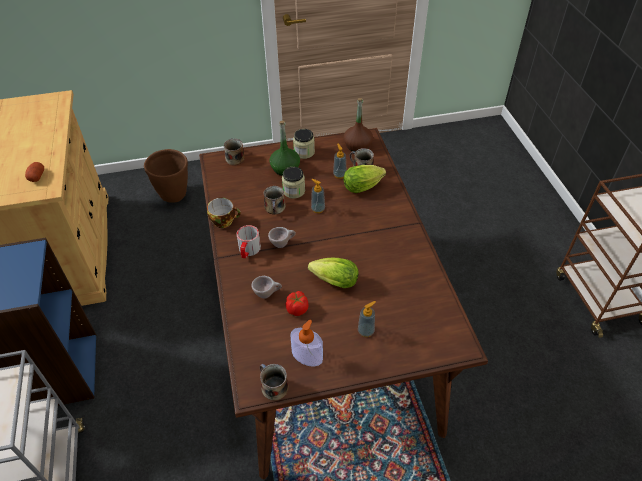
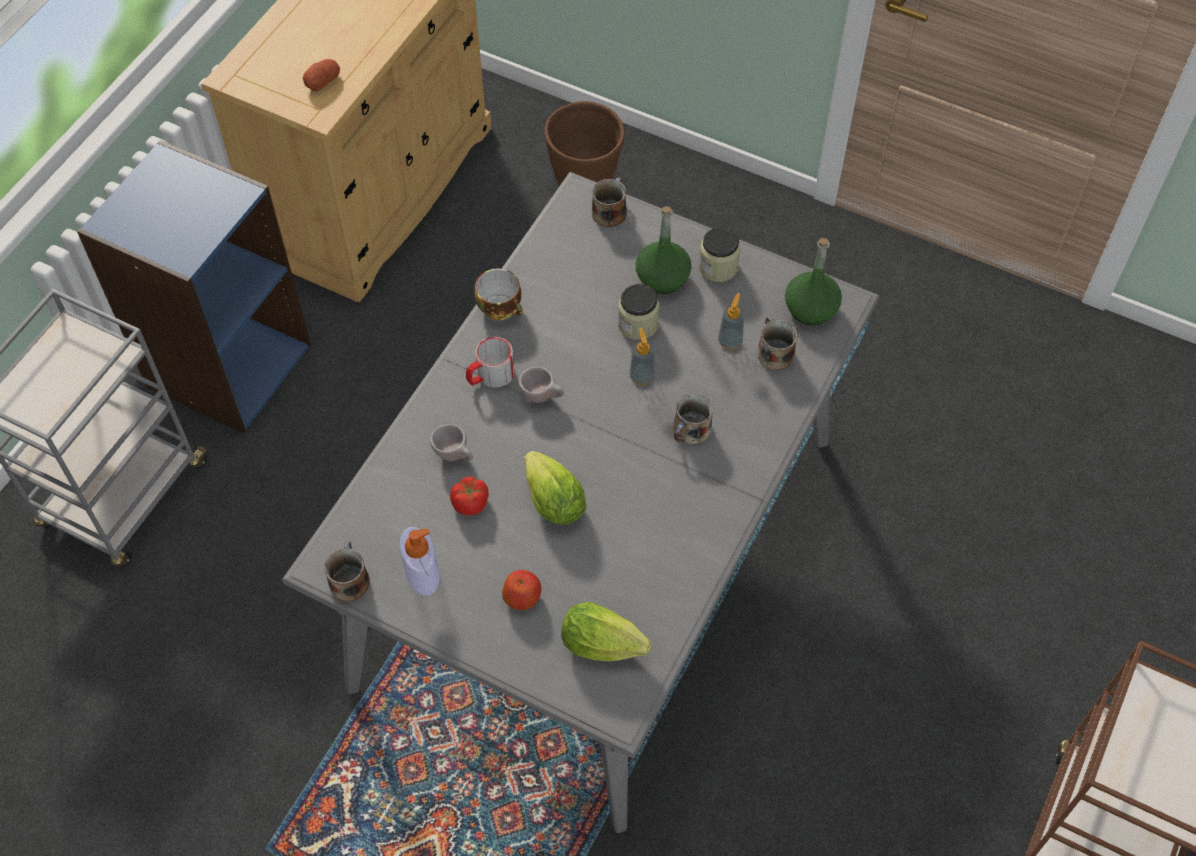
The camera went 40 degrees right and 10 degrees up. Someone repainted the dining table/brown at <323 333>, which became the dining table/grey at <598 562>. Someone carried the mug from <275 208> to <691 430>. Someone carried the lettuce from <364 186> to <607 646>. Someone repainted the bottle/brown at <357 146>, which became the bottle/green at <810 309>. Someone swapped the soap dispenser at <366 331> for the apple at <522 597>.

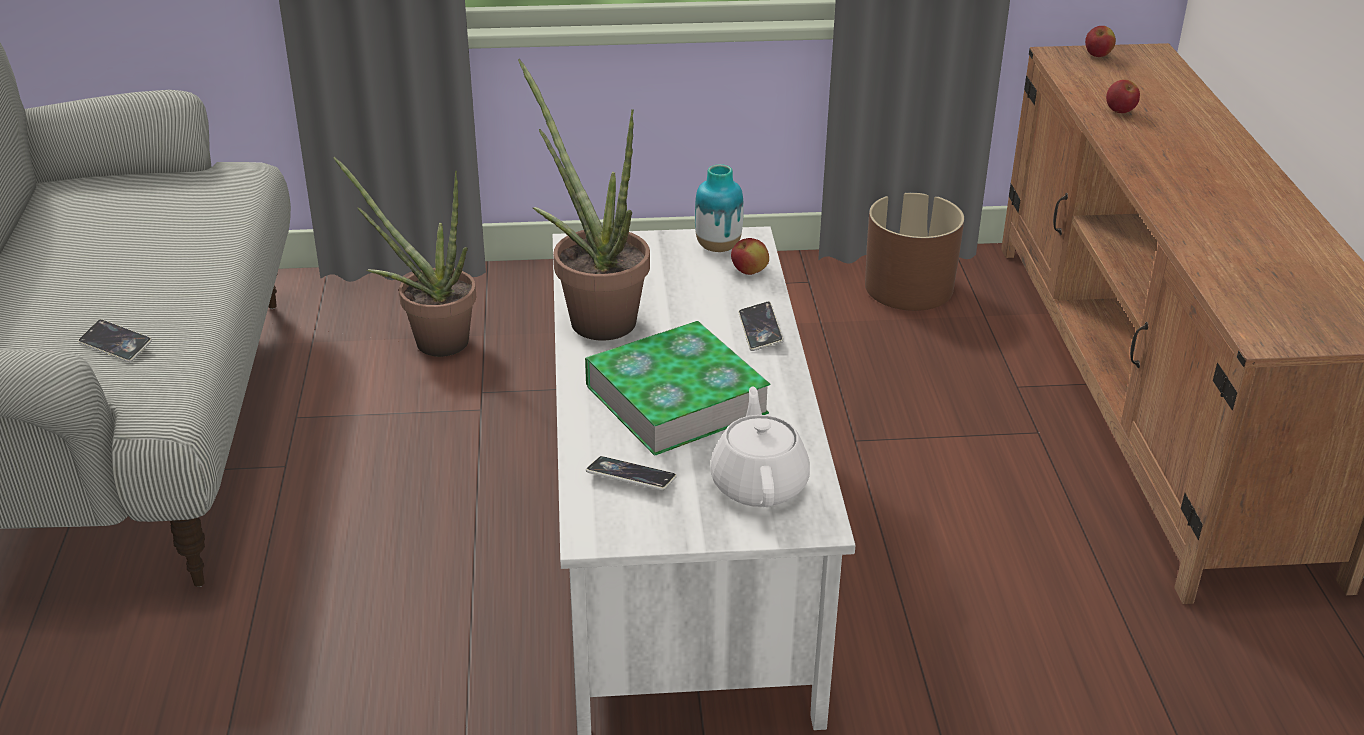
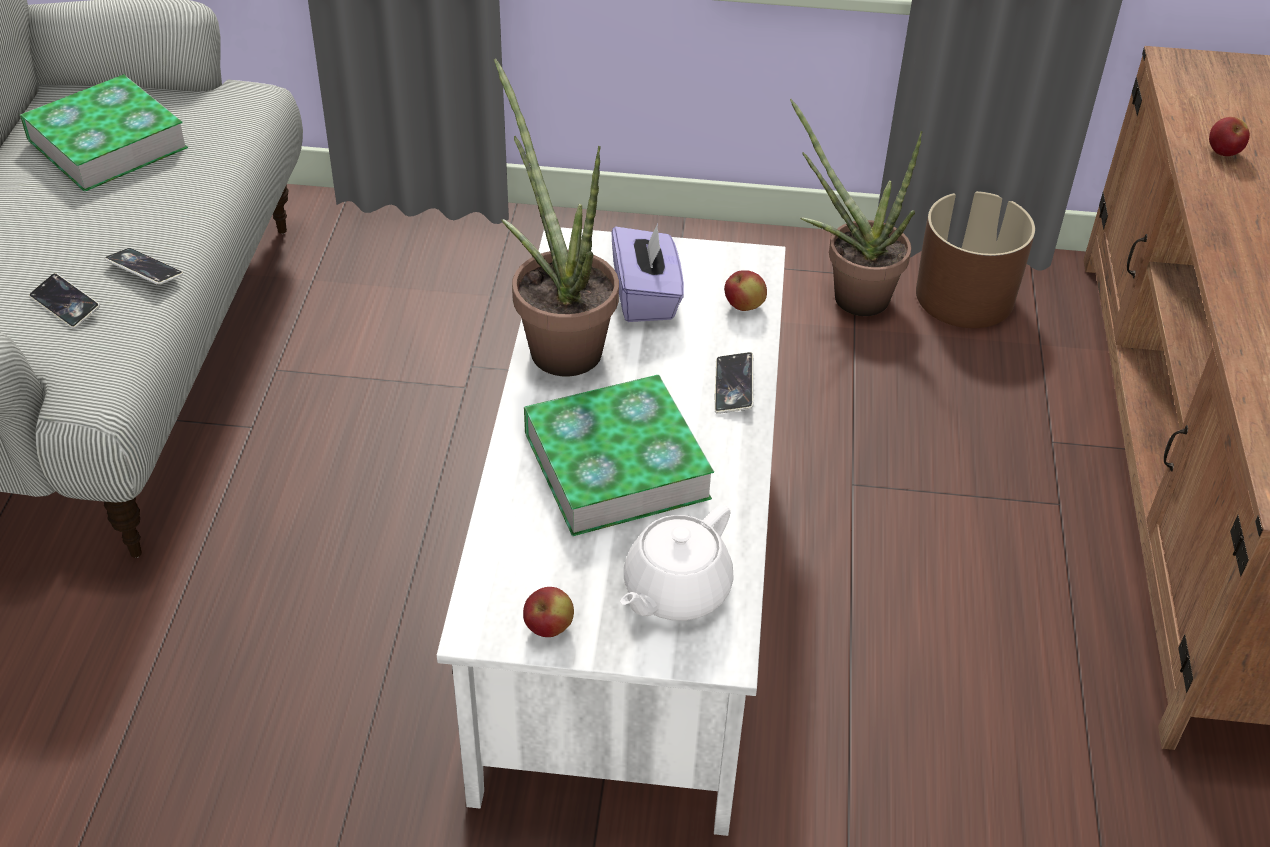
The camera went 10 degrees right and 10 degrees up. Someone carried the potted plant from <430 340> to <849 295>. Someone carried the phone from <631 478> to <145 270>. Someone took away the vase at <718 247>. Someone rotated the teapot/white at <759 483> by 150 degrees counterclockwise. Someone carried the apple from <1097 56> to <549 628>. Someone put down the book at <107 143>. Someone put down the tissue box/purple at <646 297>.

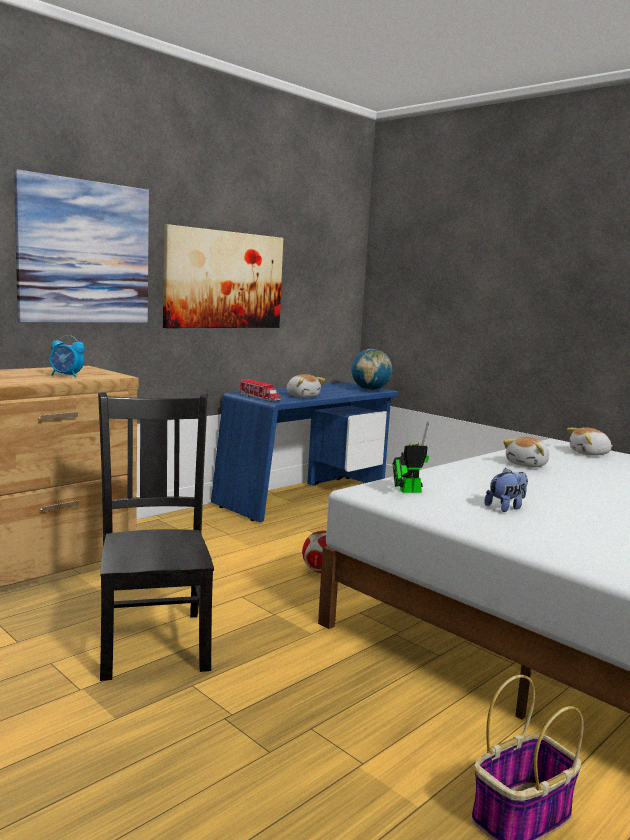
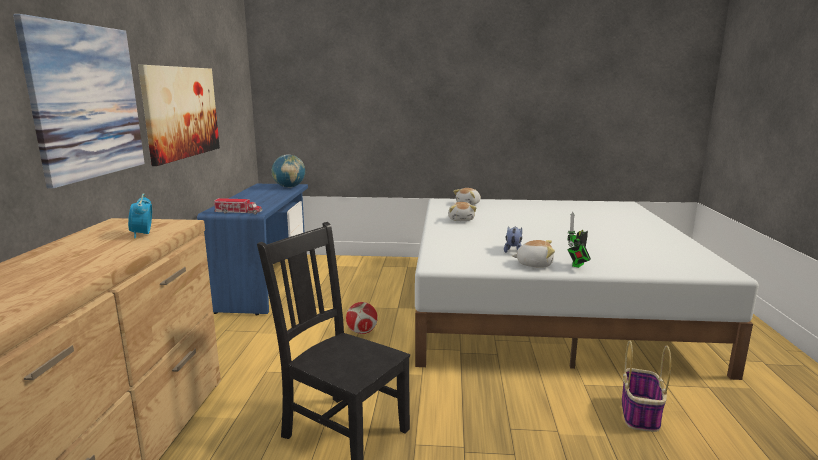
The camera went 40 degrees left and 5 degrees up. Someone rotated the alarm clock at <66 376> by 105 degrees clockwise. Someone carried the plush toy from <303 396> to <534 264>. Someone carried the toy robot from <407 491> to <577 265>.

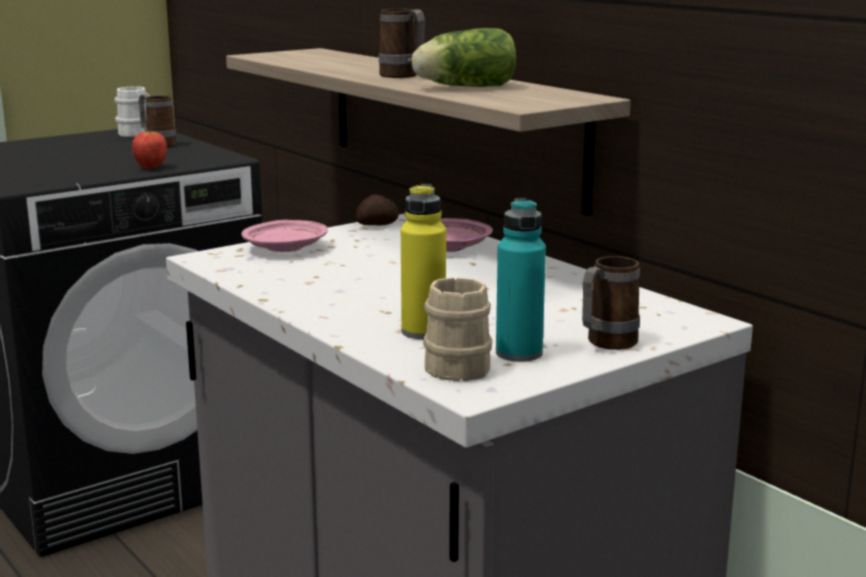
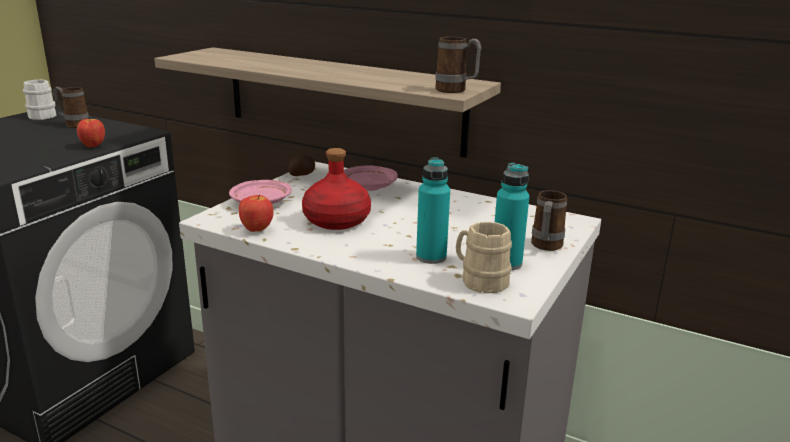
The camera went 25 degrees left and 5 degrees up. Someone carried the mug from <403 76> to <456 90>. Someone repainted the bottle/yellow at <423 332>, which became the bottle/turquoise at <431 257>. Someone took away the lettuce at <462 87>. Someone put down the apple at <257 230>. Someone put down the bottle/red at <337 220>.

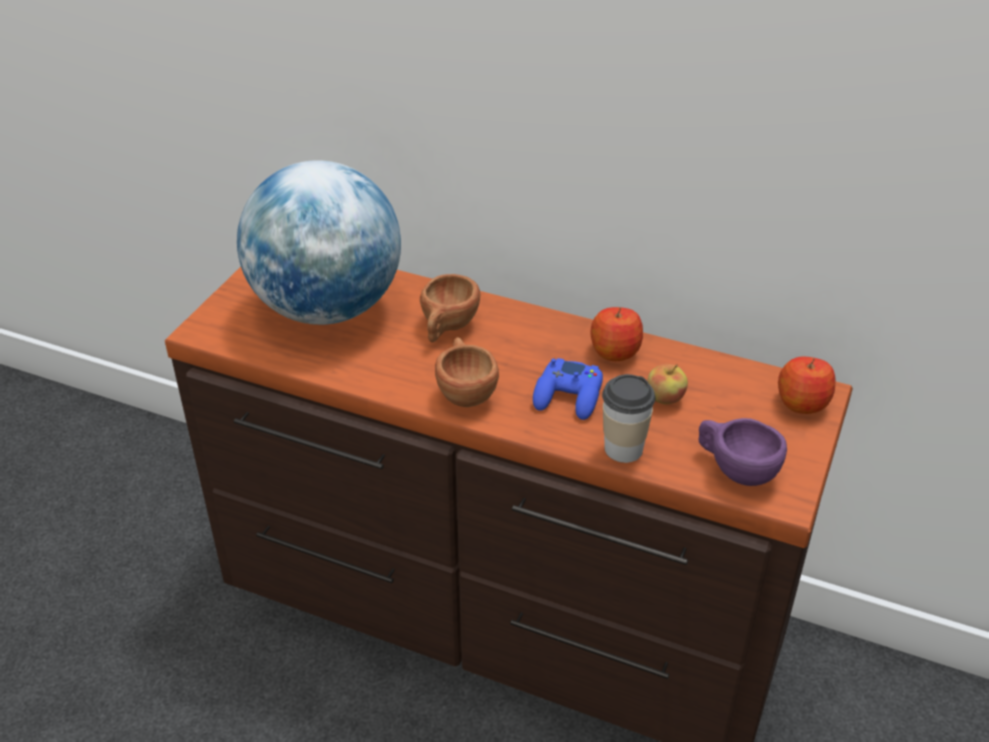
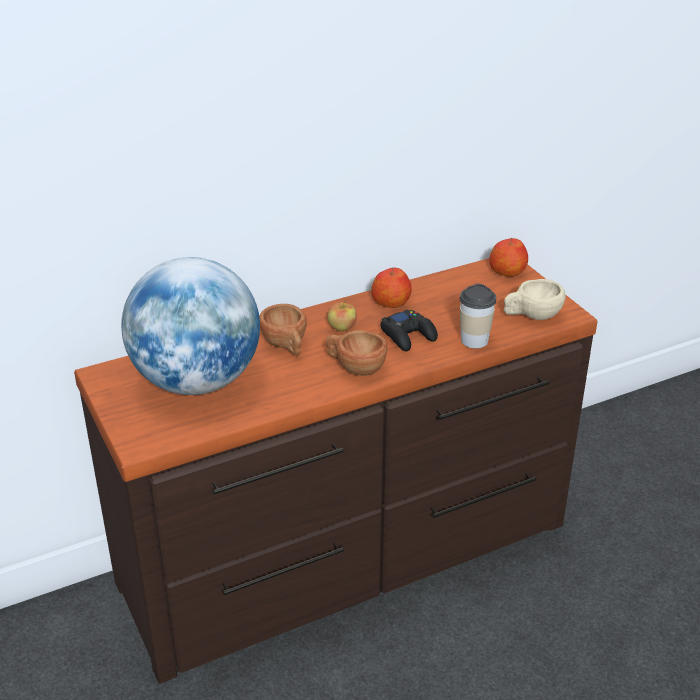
The camera went 50 degrees left and 5 degrees down. Someone repainted the game controller/blue at <569 396>, which became the game controller/black at <408 335>. Someone carried the apple from <665 398> to <342 328>. Someone repainted the cup/purple at <735 469>, which became the cup/beige at <531 316>.

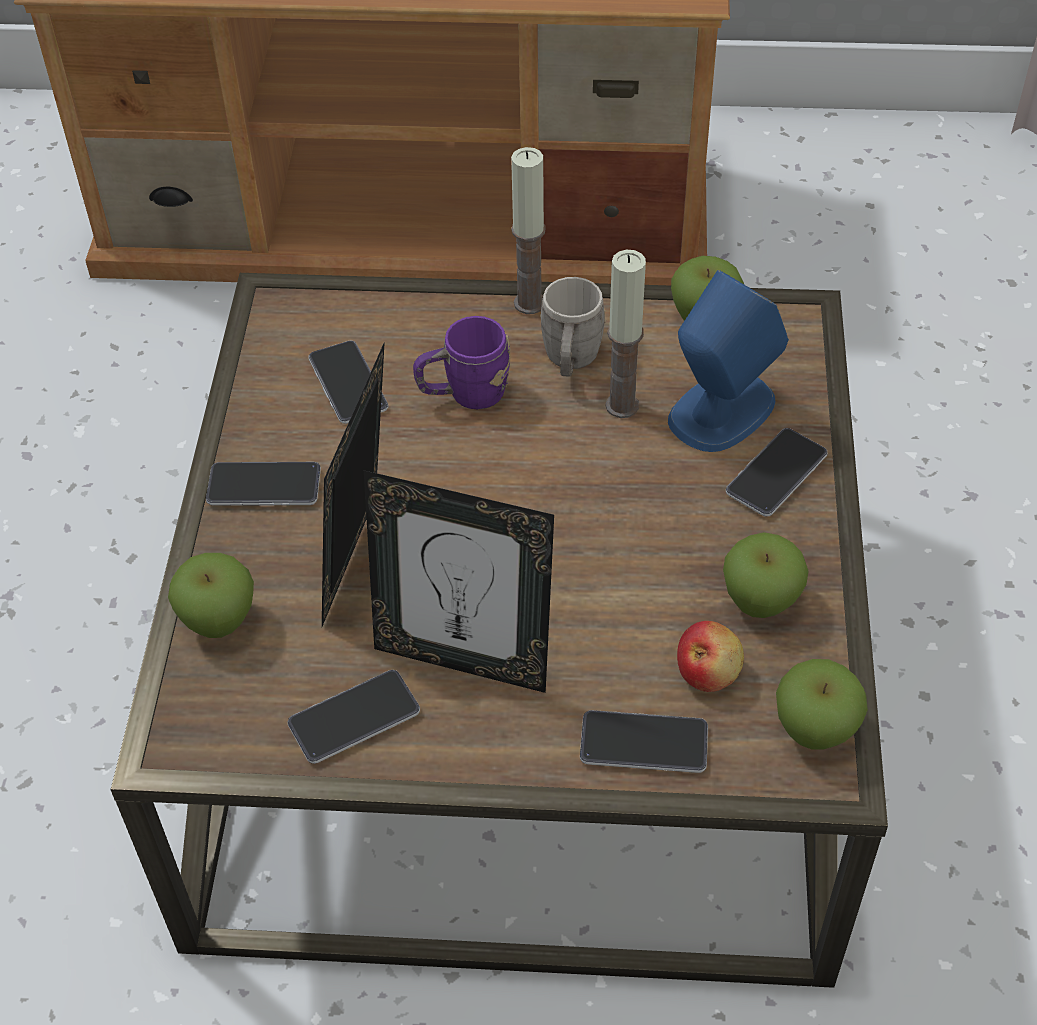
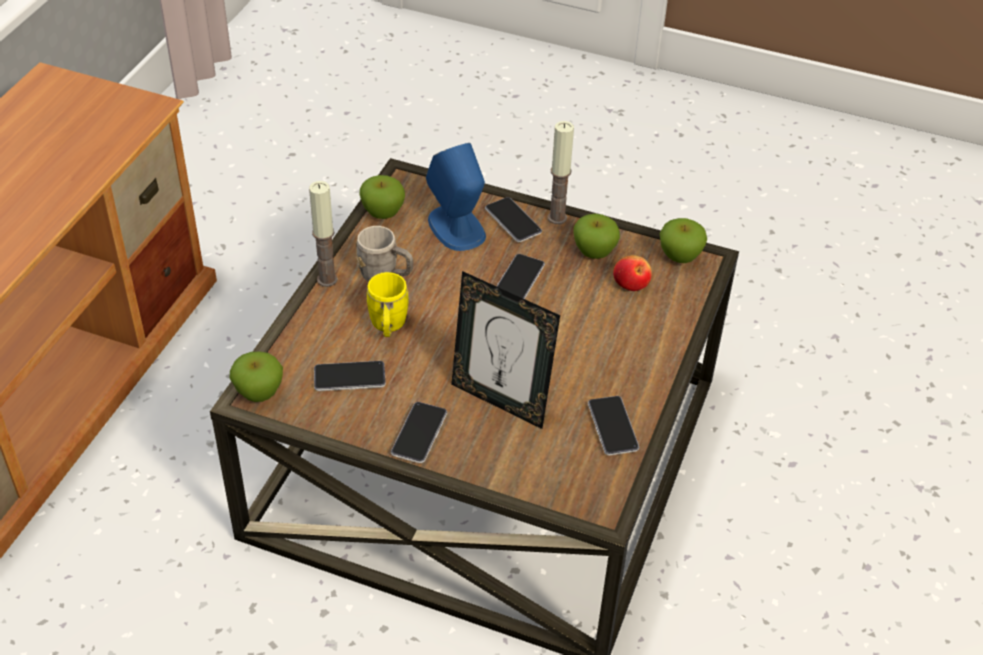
The camera went 75 degrees left and 5 degrees down. Someone carried the apple from <219 620> to <259 393>. Someone took away the picture frame at <463 658>. Someone repainted the mug/purple at <464 394>, which became the mug/yellow at <388 327>. Someone carried the phone from <644 743> to <518 280>. Someone carried the candle from <622 406> to <557 218>.

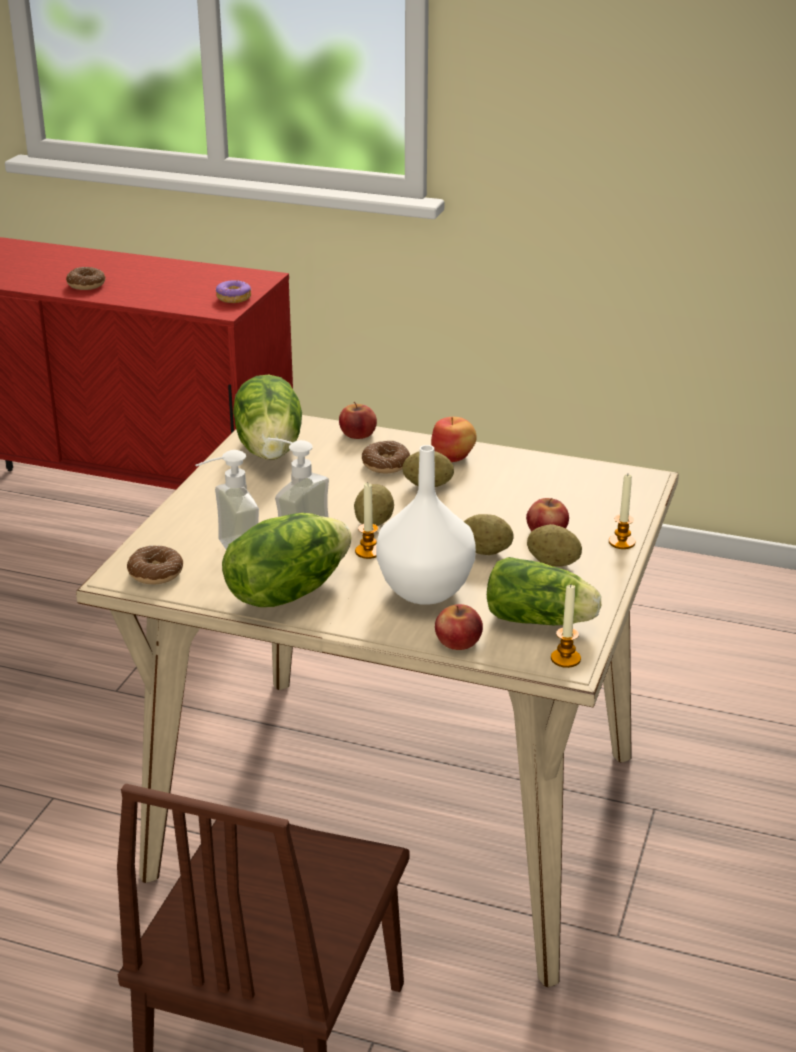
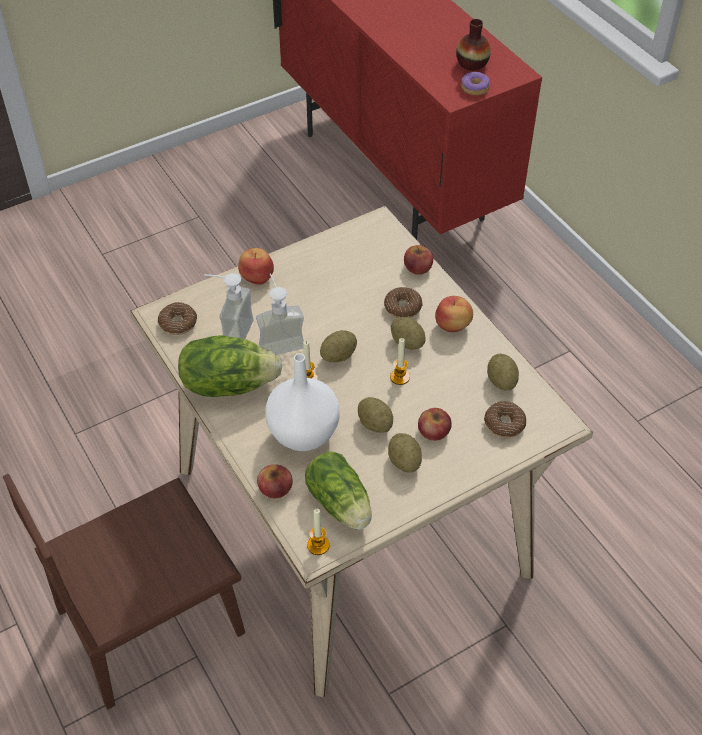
The camera went 40 degrees right and 20 degrees up. Someone carried the donut from <86 285> to <504 424>. Someone took away the lettuce at <271 449>. Someone carried the candle from <621 542> to <399 377>. Someone put down the apple at <257 276>. Someone put down the vase at <472 63>. Someone put down the potato at <501 381>.

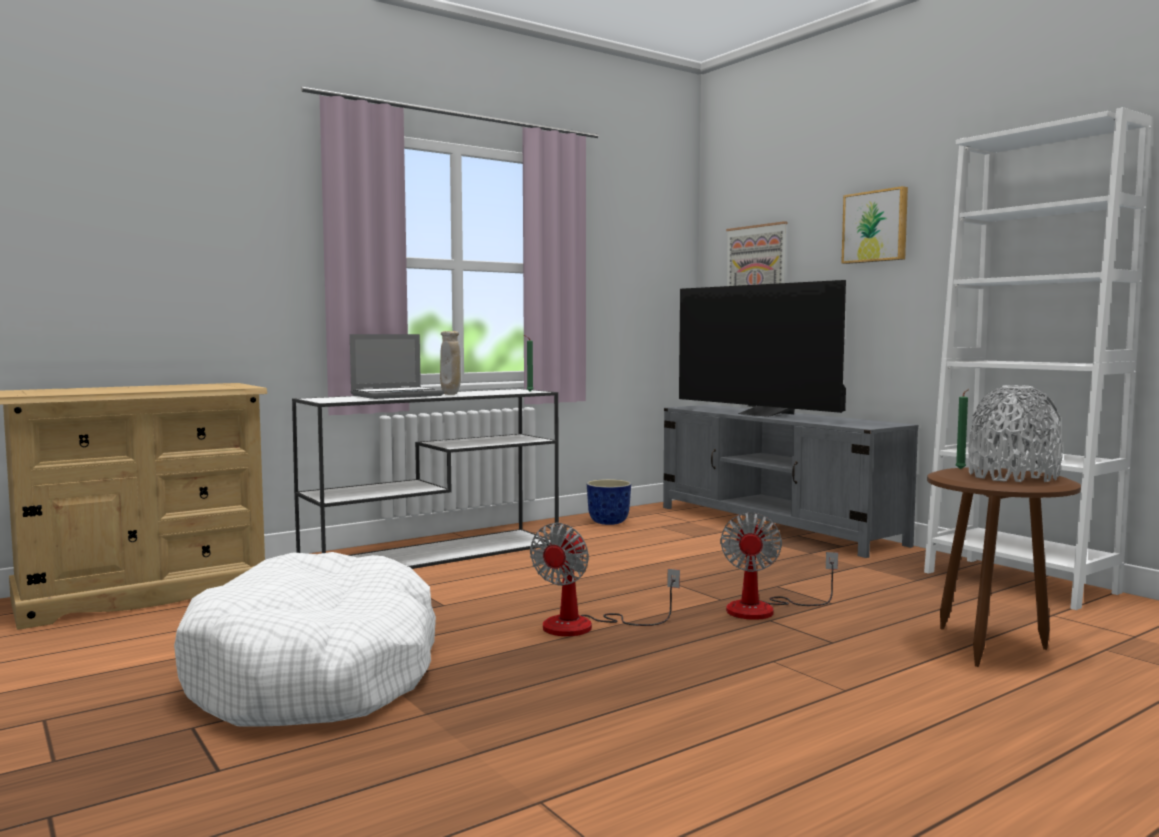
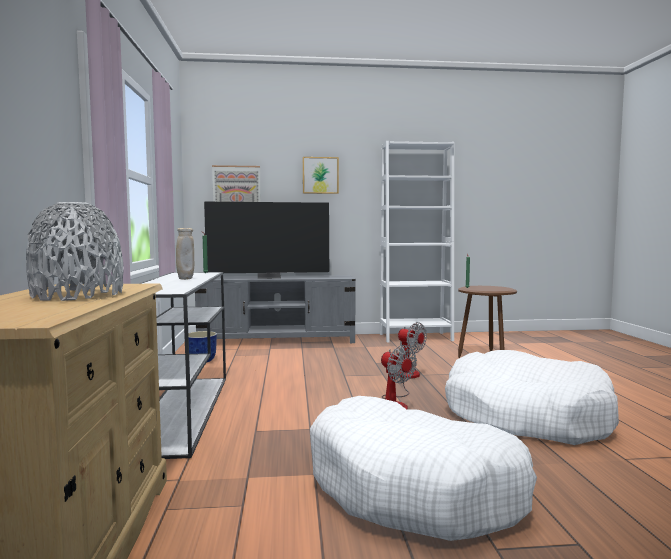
The camera went 60 degrees left and 0 degrees up. Someone took away the laptop at <397 395>. Someone carried the vase/grey from <1012 476> to <78 295>. Someone put down the dog bed/white at <525 415>.

